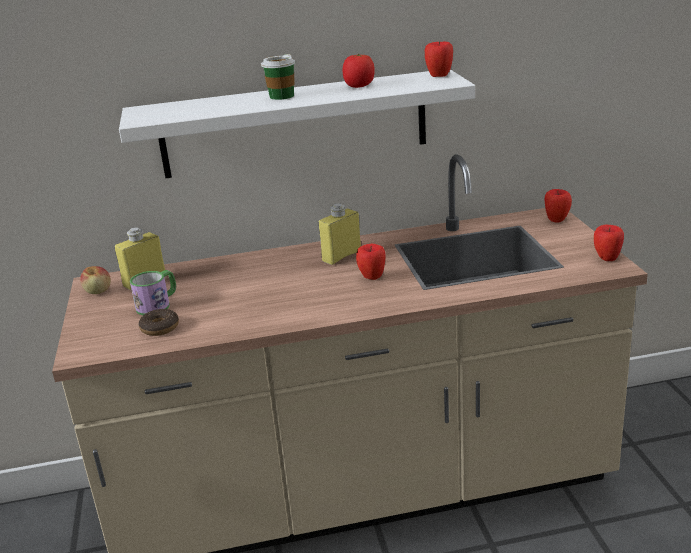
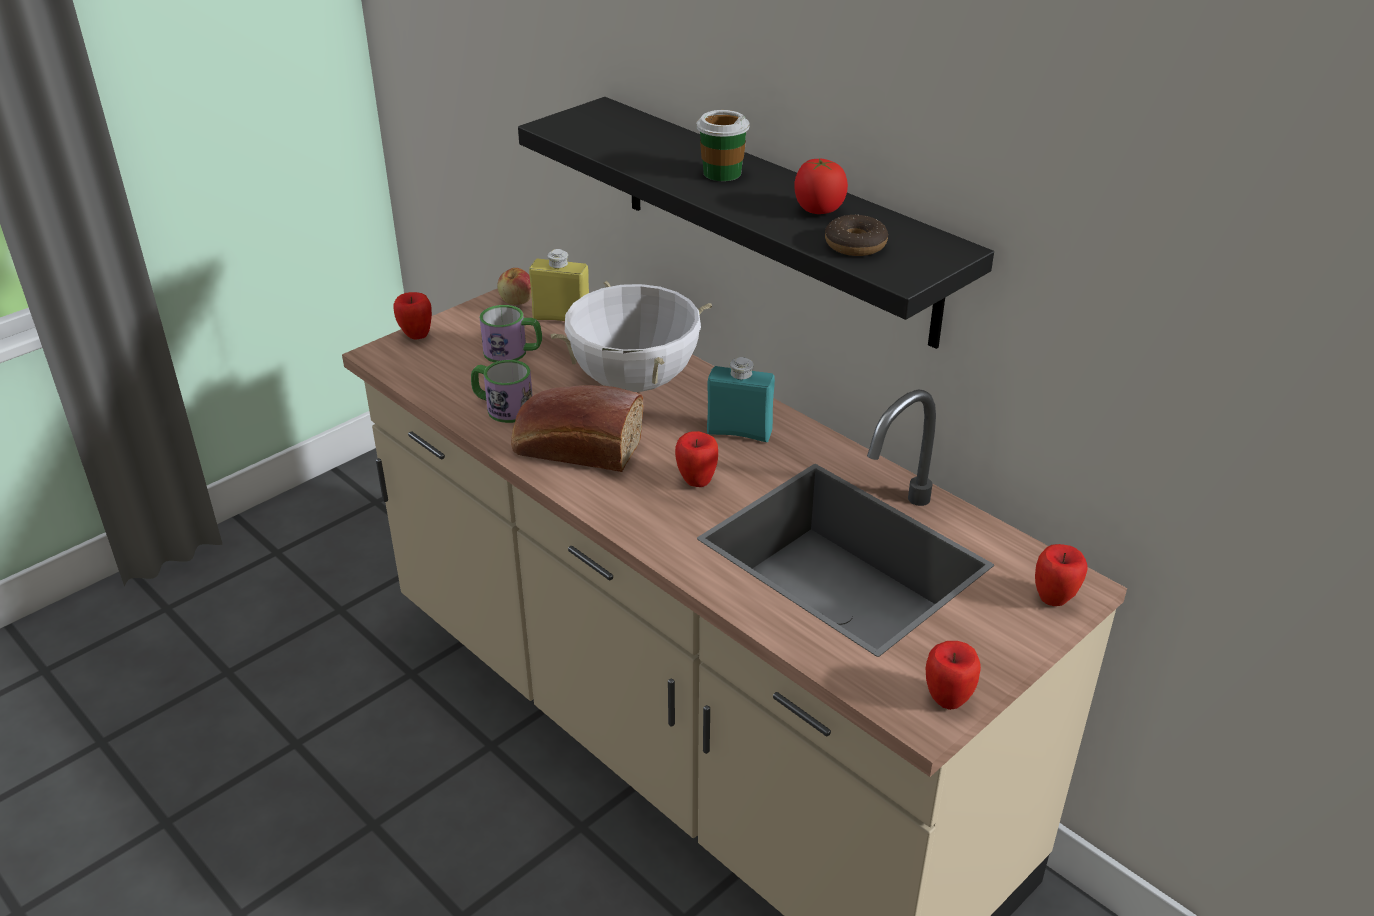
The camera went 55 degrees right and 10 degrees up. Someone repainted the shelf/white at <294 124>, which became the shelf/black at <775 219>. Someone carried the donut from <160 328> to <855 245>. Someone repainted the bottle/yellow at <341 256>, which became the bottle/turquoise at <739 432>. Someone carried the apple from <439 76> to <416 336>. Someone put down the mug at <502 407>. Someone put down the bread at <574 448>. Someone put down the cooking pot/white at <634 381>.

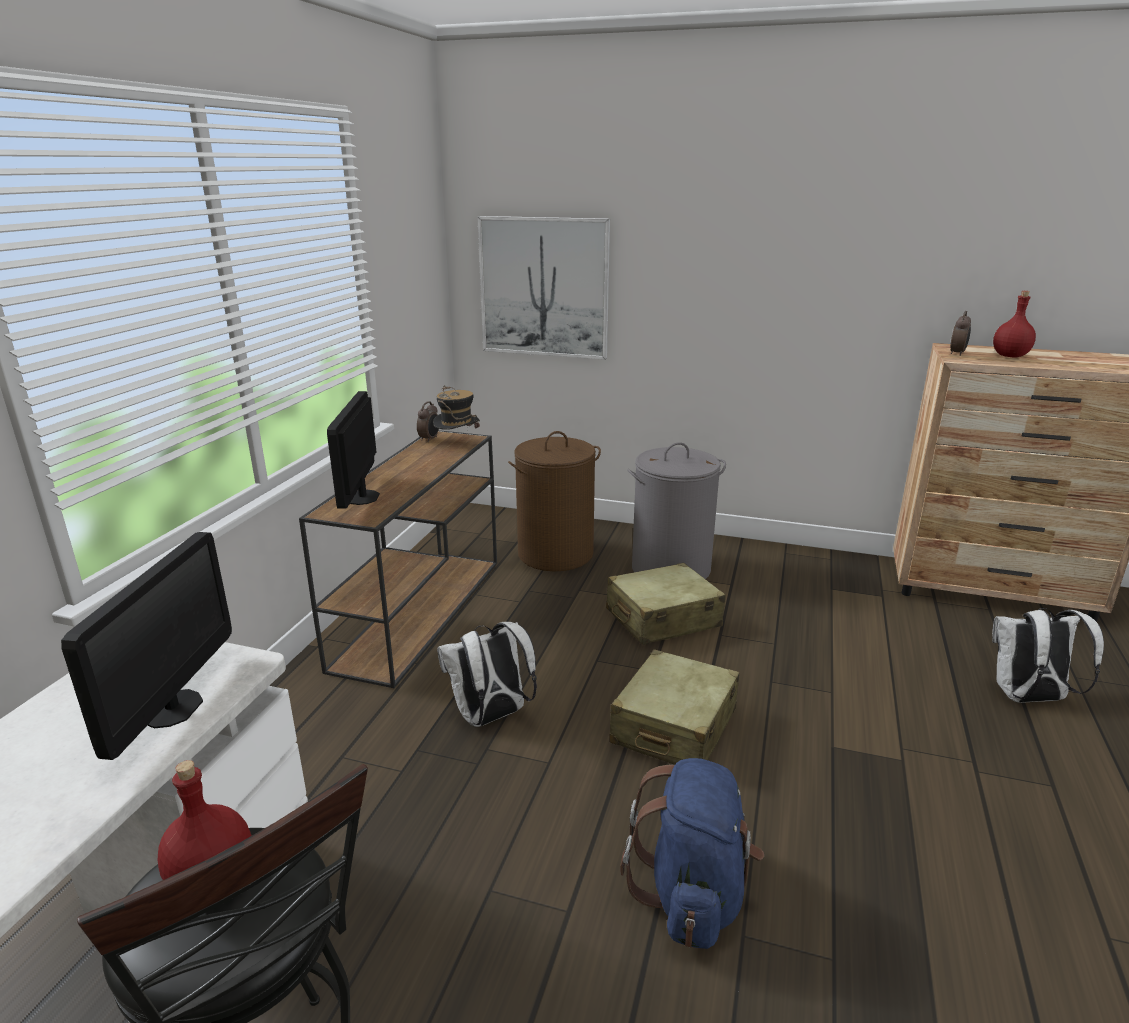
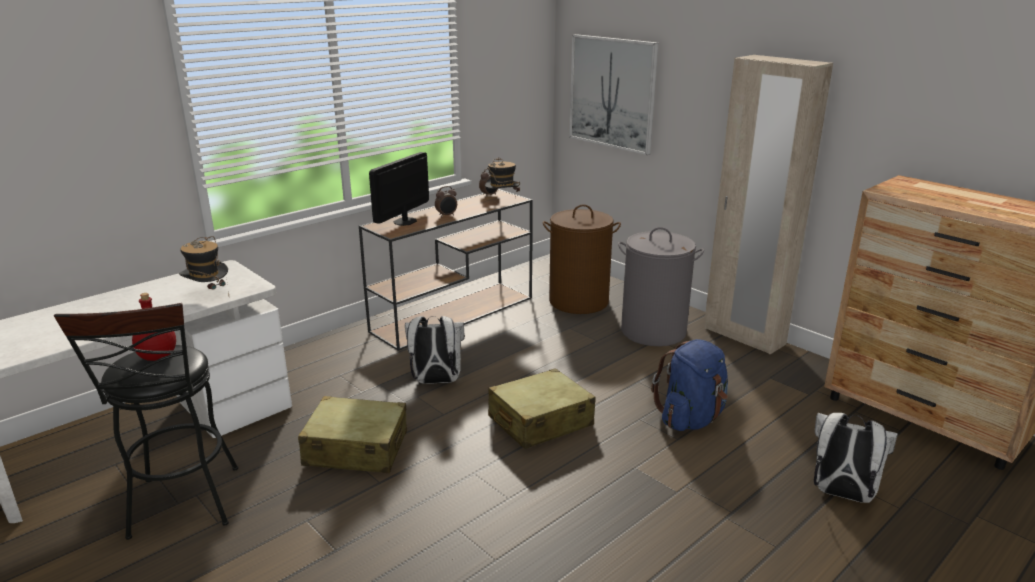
The camera went 30 degrees right and 0 degrees up. Someone swapped the monitor at <172 708> for the hat at <208 295>. Someone carried the suitcase/beige from <662 618> to <356 449>. Someone carried the backpack/blue from <692 894> to <691 418>. Someone carried the alarm clock from <957 353> to <446 215>. Someone took away the bottle/red at <1010 356>. Someone put down the wardrobe/beige at <743 336>.

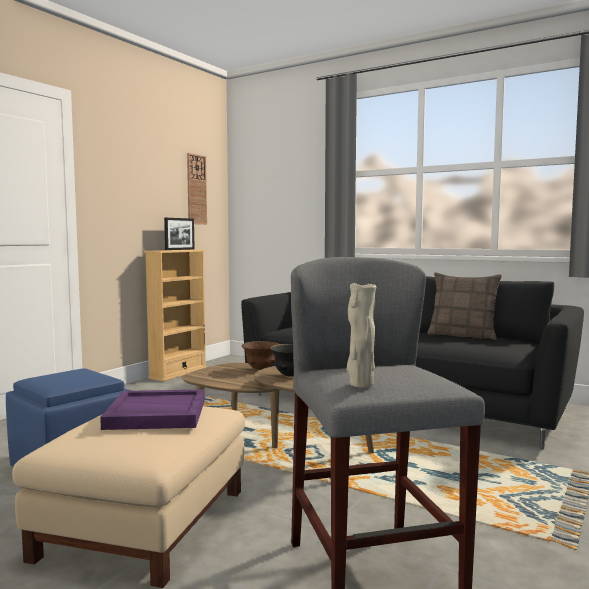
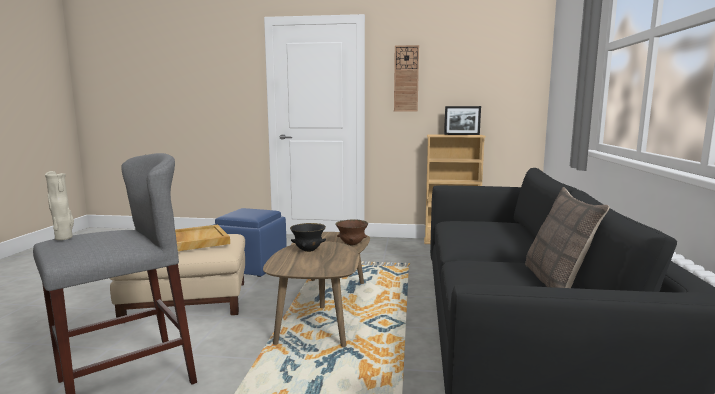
The camera went 65 degrees right and 5 degrees up. Someone repainted the tray/purple at <156 414>, which became the tray/beige at <196 240>. Someone carried the wall clock from <196 189> to <406 79>.

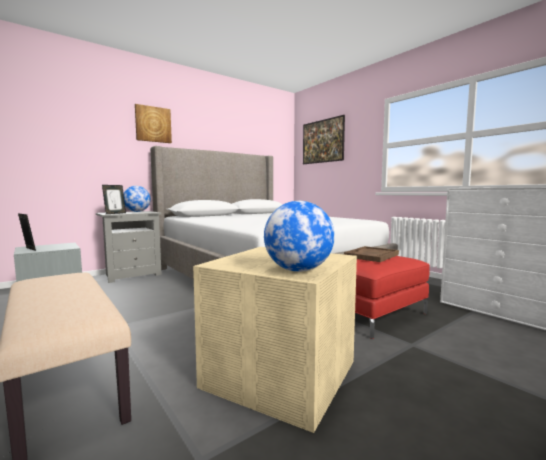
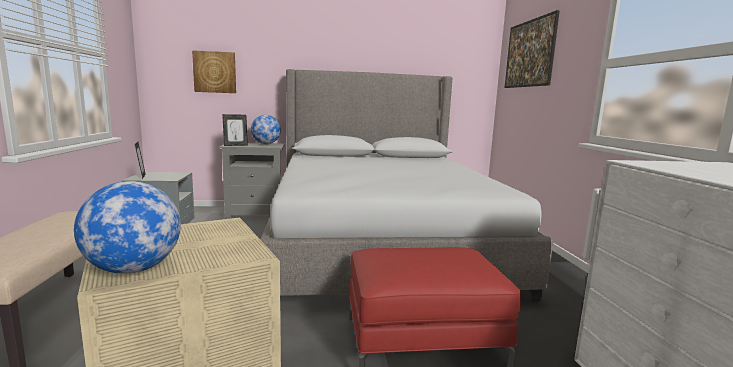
The camera went 30 degrees right and 5 degrees up. Someone carried the picture from <153 124> to <215 72>. Someone took away the tray/brown at <371 255>.

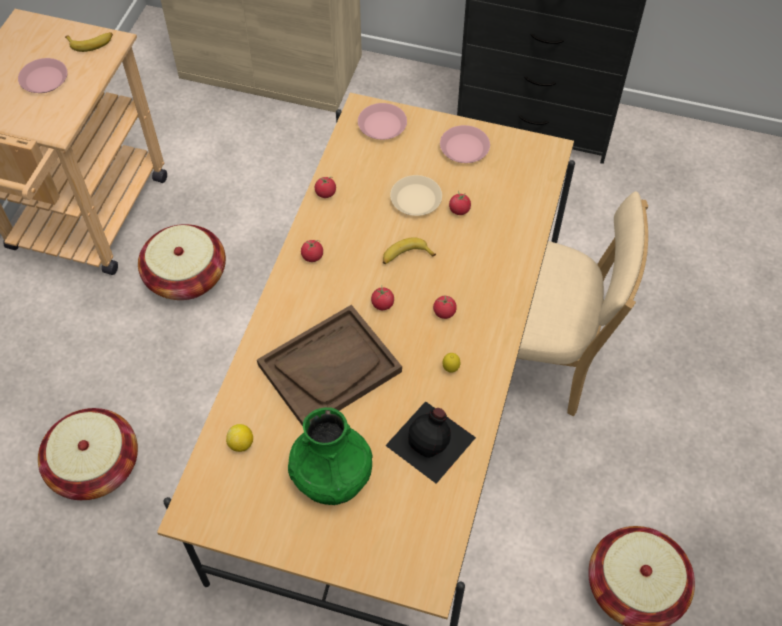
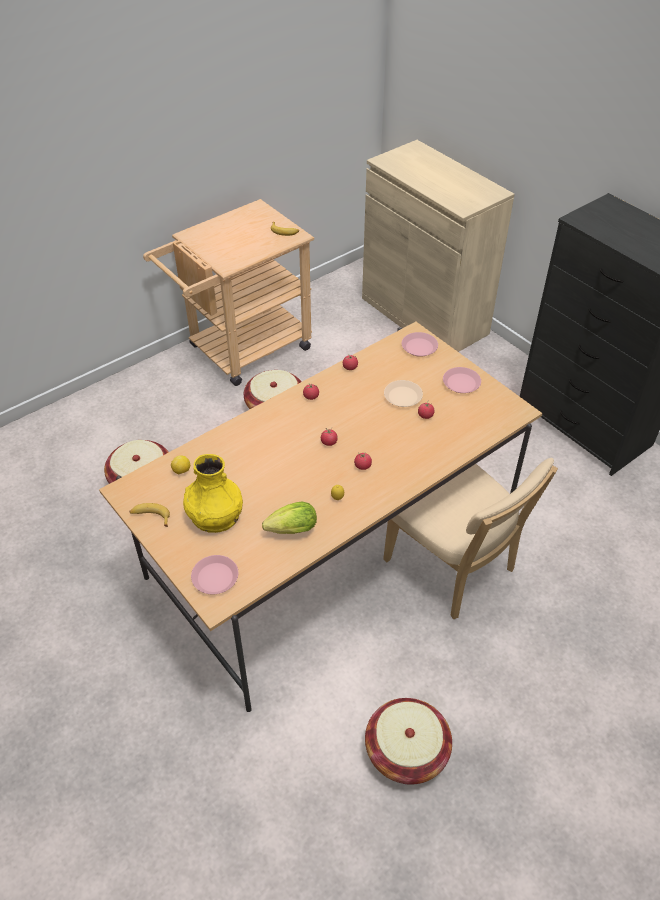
The camera went 35 degrees right and 10 degrees down. Someone carried the plate/pink from <44 79> to <215 577>. Someone took away the tray/brown at <330 368>. Someone repainted the vase/green at <332 475>, which became the vase/yellow at <215 515>. Someone carried the banana from <406 256> to <150 516>. Someone swapped the bottle/black at <432 441> for the lettuce at <289 530>.

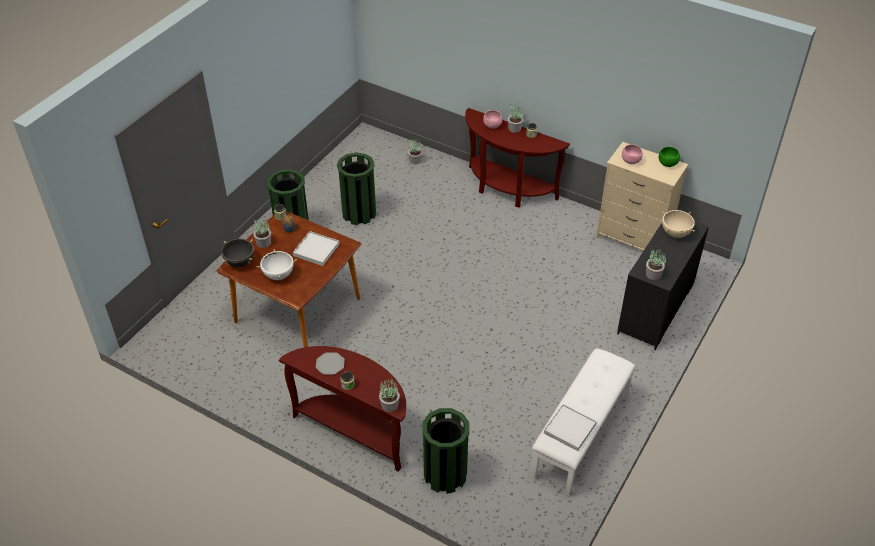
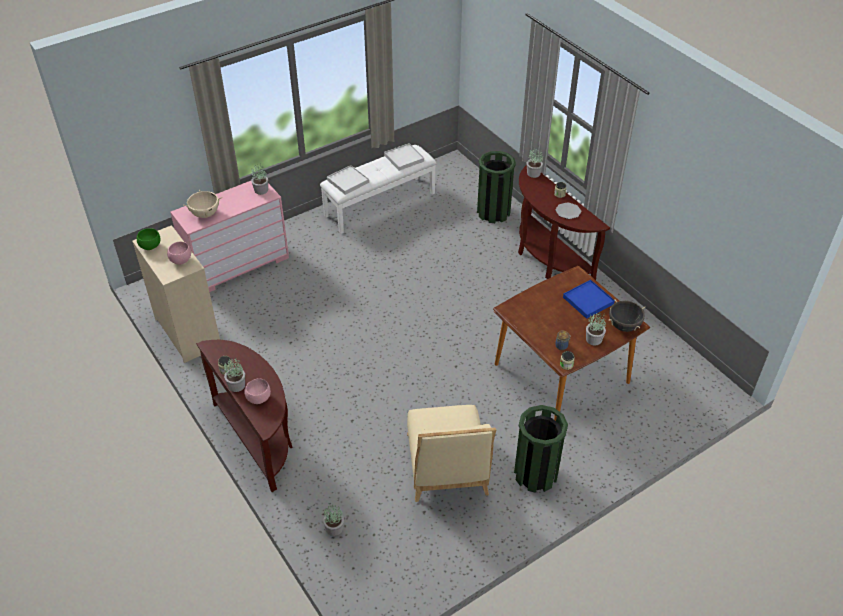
The camera went 155 degrees left and 0 degrees up. Someone swapped the cooking pot/white at <278 275> for the tray/blue at <588 301>. Someone carried the tray/white from <316 250> to <348 181>. Someone swapped the trash can/green at <359 213> for the chair/beige at <447 469>. Someone repainted the dresser/black at <656 309>, which became the dresser/pink at <237 265>.

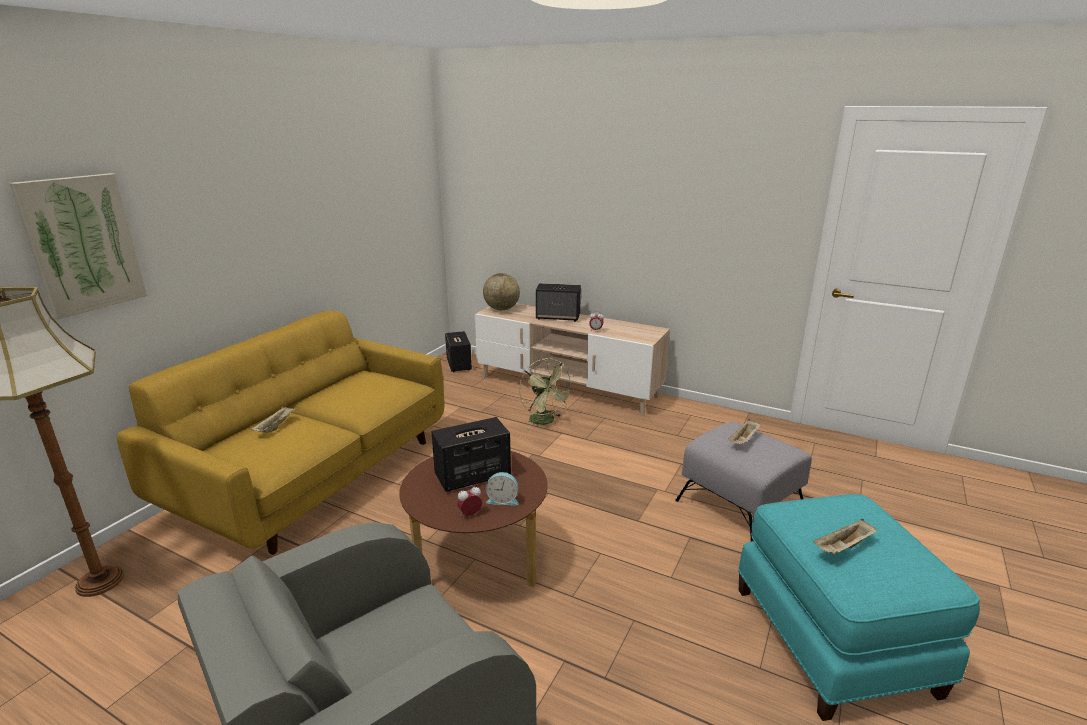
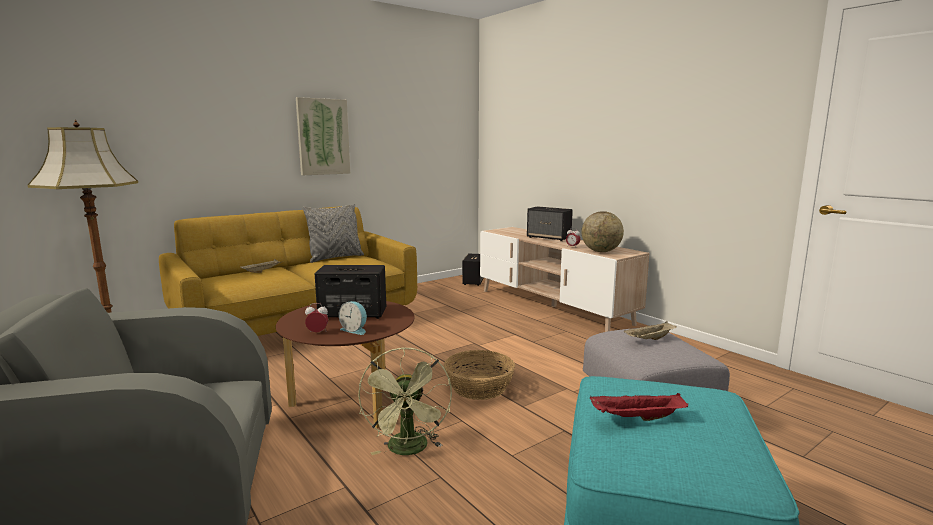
The camera went 25 degrees right and 10 degrees down. Someone carried the picture from <82 244> to <323 137>. Someone carried the globe from <501 309> to <601 251>. Someone carried the fan/green from <545 421> to <409 450>. Someone repainted the tray/beige at <843 547>, which became the tray/red at <636 418>. Someone put down the pillow/grey at <335 258>. Someone put down the basket at <479 387>.

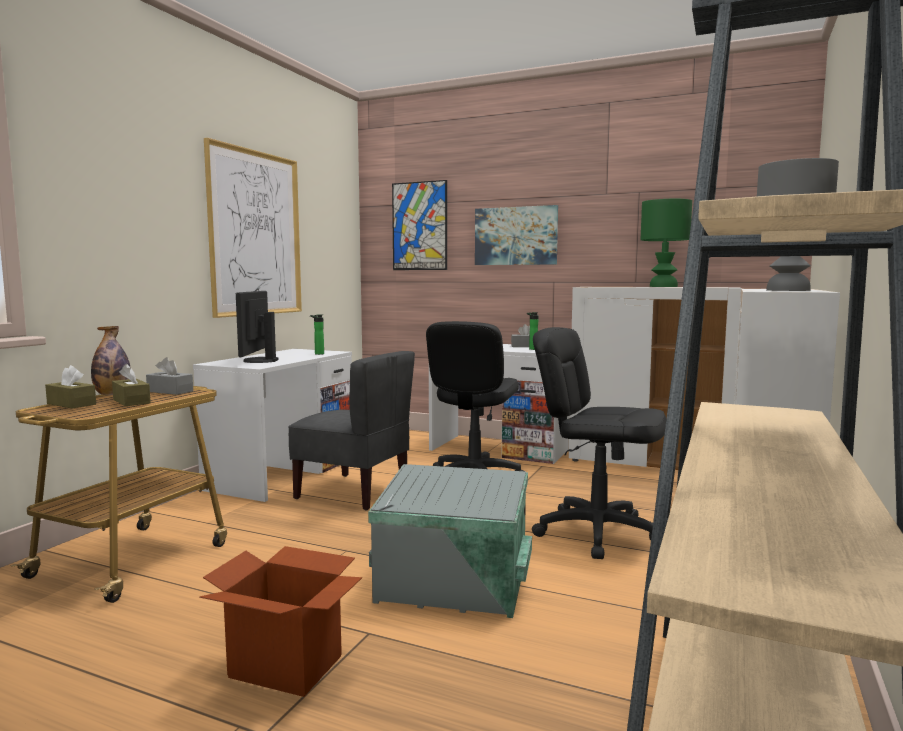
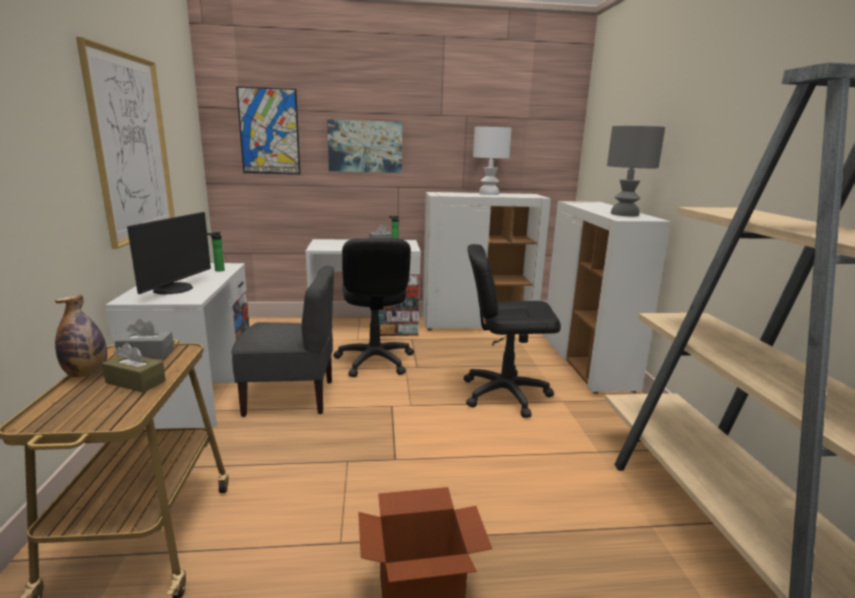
The camera went 30 degrees left and 10 degrees up. Someone took away the tissue box/brown at <71 404>. Someone rotated the monitor at <259 360> by 135 degrees counterclockwise. Someone took away the storage box/grey at <454 583>. Someone repainted the table lamp/green at <662 286>, which became the table lamp/white at <488 193>.

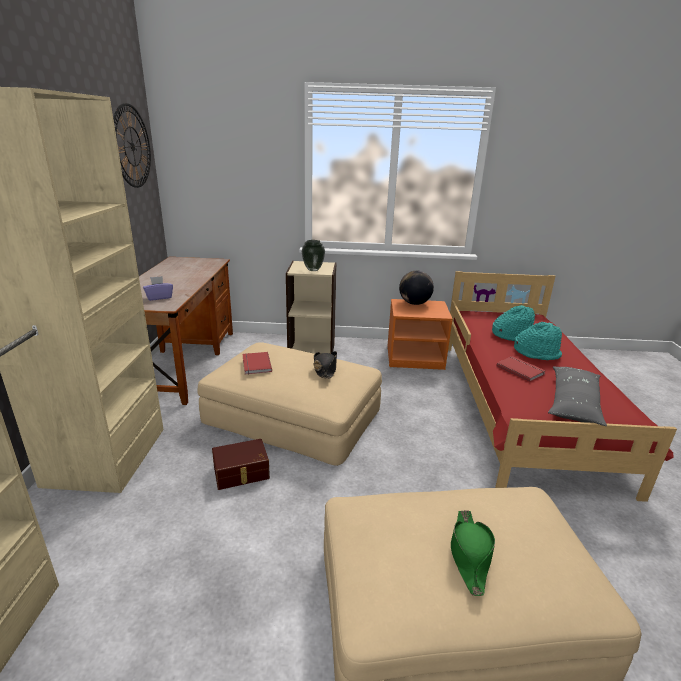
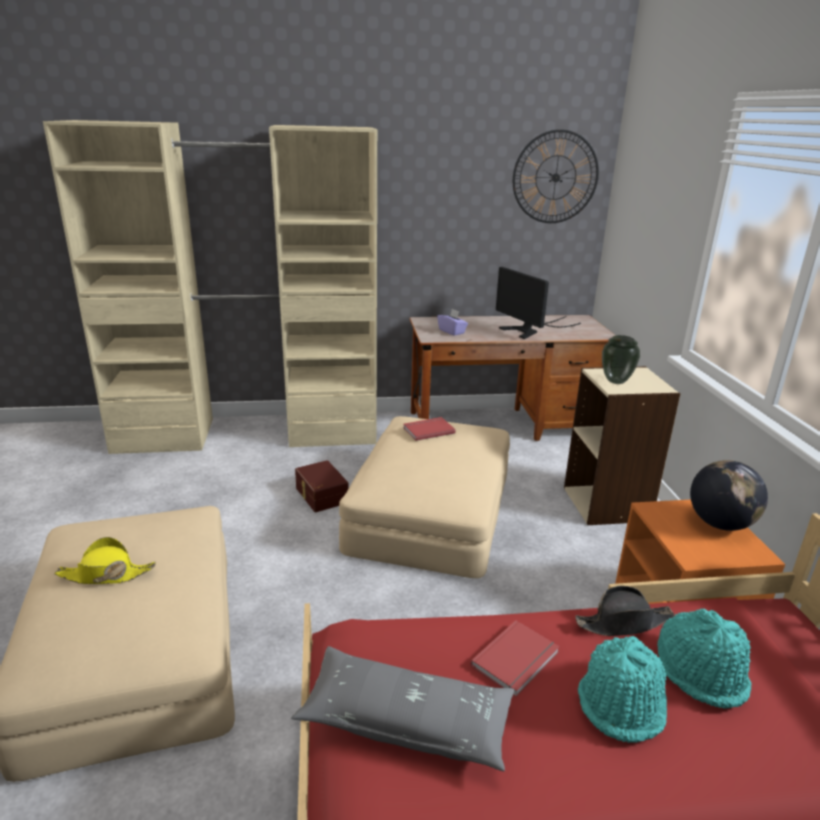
The camera went 80 degrees right and 0 degrees up. Someone carried the hat/black from <325 369> to <624 622>. Someone repainted the hat/green at <469 555>, which became the hat/yellow at <106 574>. Someone put down the monitor at <530 330>.

